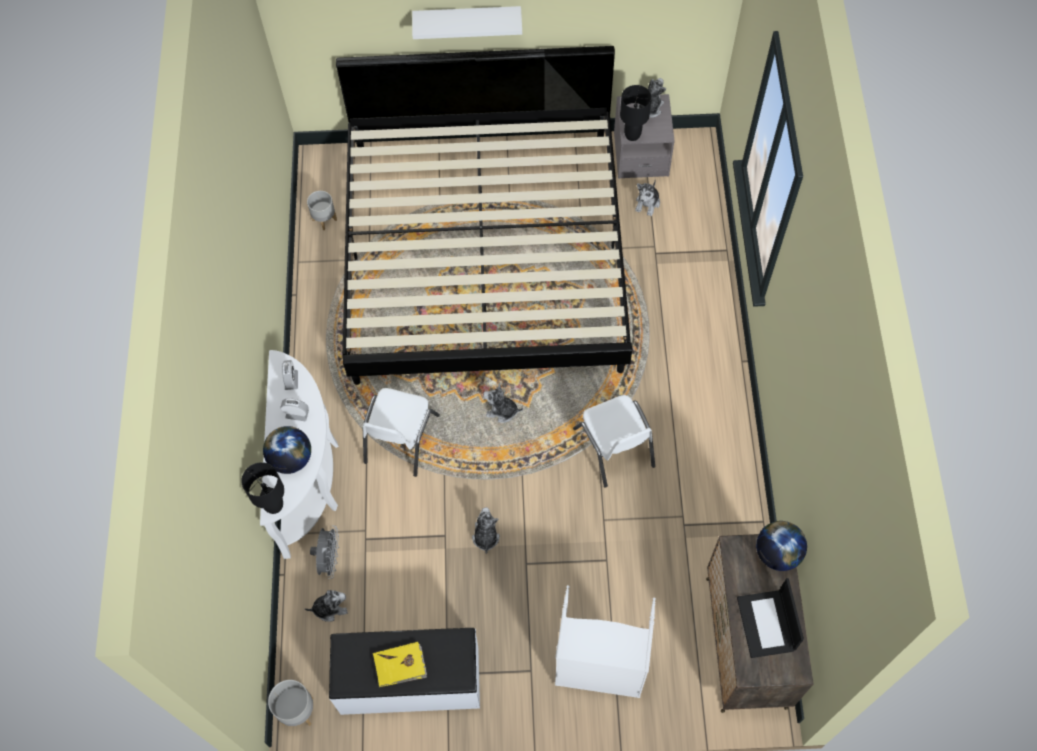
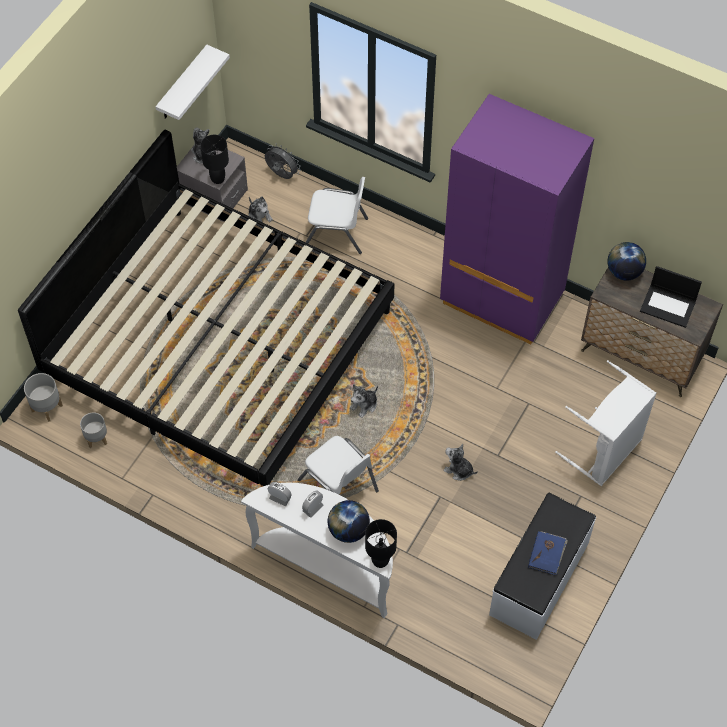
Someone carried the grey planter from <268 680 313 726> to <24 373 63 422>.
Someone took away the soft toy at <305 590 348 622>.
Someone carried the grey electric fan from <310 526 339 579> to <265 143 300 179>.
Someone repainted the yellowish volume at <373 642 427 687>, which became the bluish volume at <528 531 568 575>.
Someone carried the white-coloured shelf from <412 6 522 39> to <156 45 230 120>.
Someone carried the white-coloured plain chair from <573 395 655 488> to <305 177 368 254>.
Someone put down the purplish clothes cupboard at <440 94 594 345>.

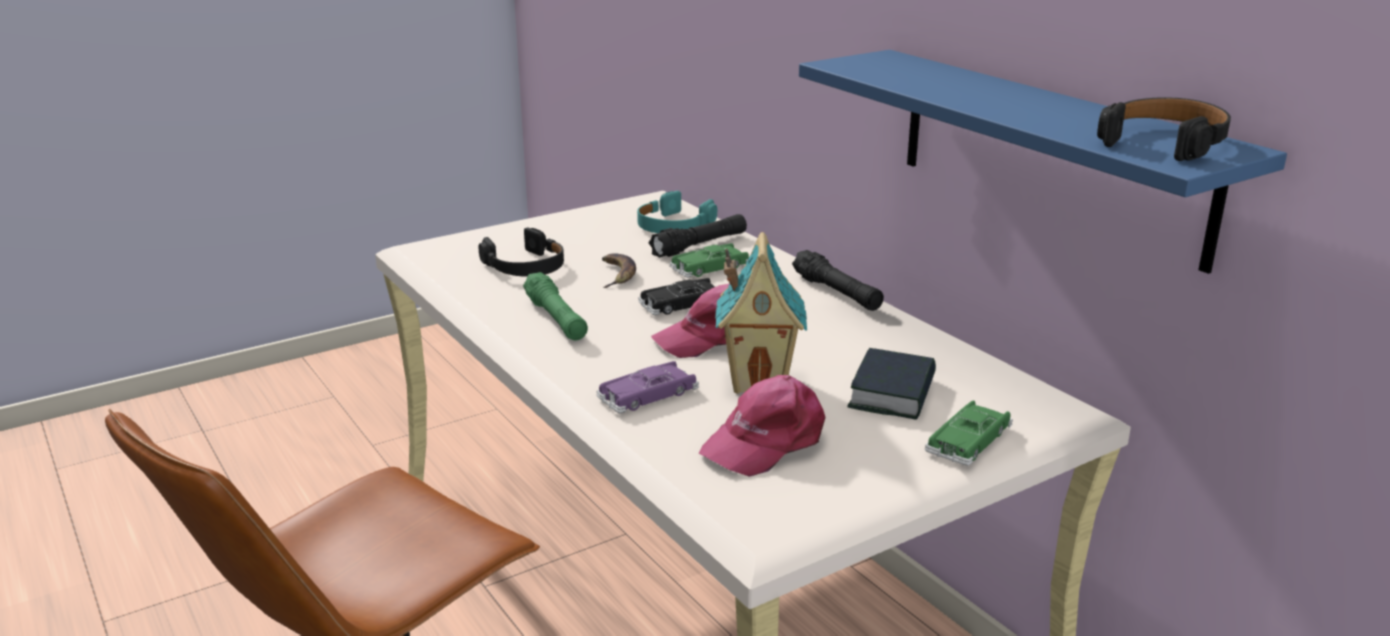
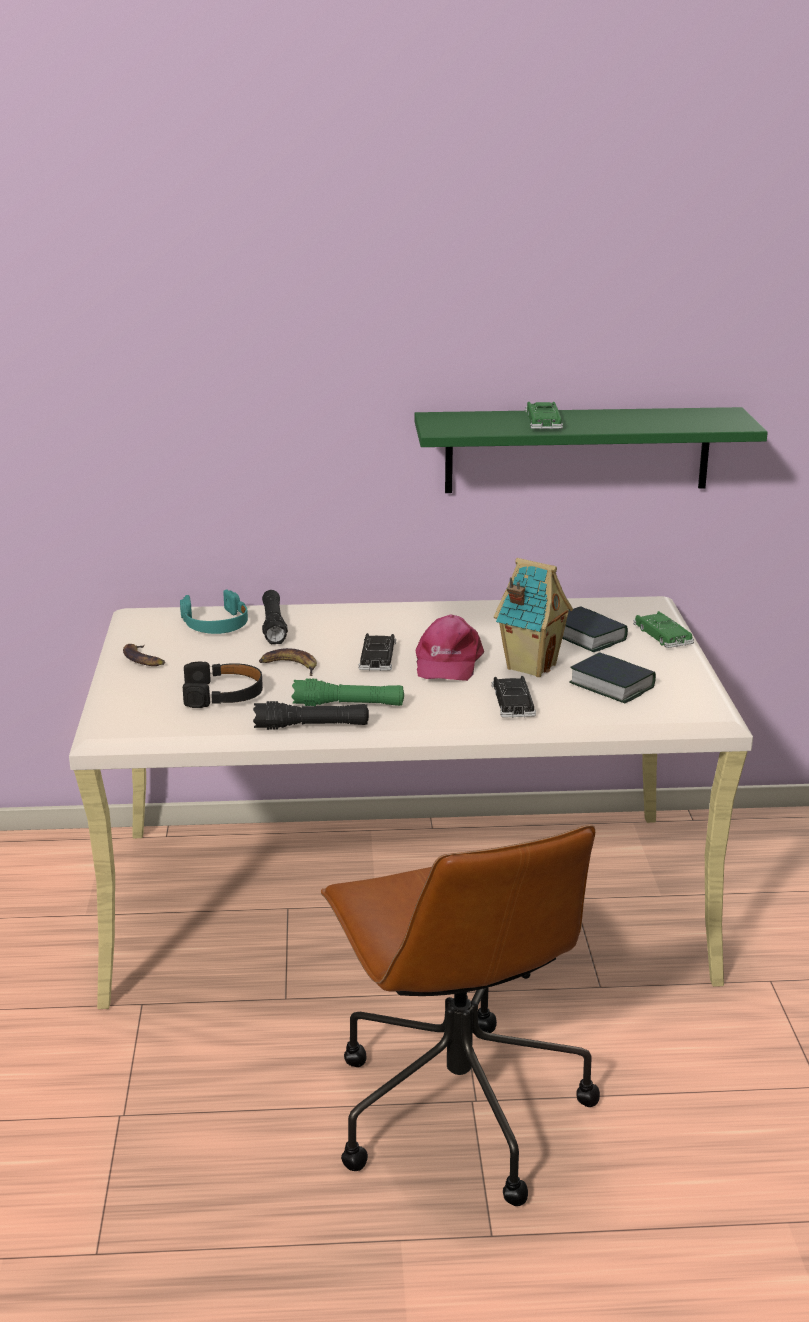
Someone repainted the purplish toy car at <596 361 699 413>, which became the black-coloured toy car at <492 676 536 718>.
Someone carried the greenish toy car from <669 243 749 278> to <525 402 563 429>.
Someone swapped the pink baseball cap at <699 375 826 477> for the volume at <569 652 656 703>.
Someone carried the black-coloured torch from <792 250 884 311> to <253 701 369 730>.
Someone repainted the bluish shelf at <799 50 1287 274>, which became the greenish shelf at <414 407 768 493>.
Someone took away the black-coloured pair of headphones at <1097 97 1231 161>.
Someone put down the banana fruit at <123 644 165 666>.

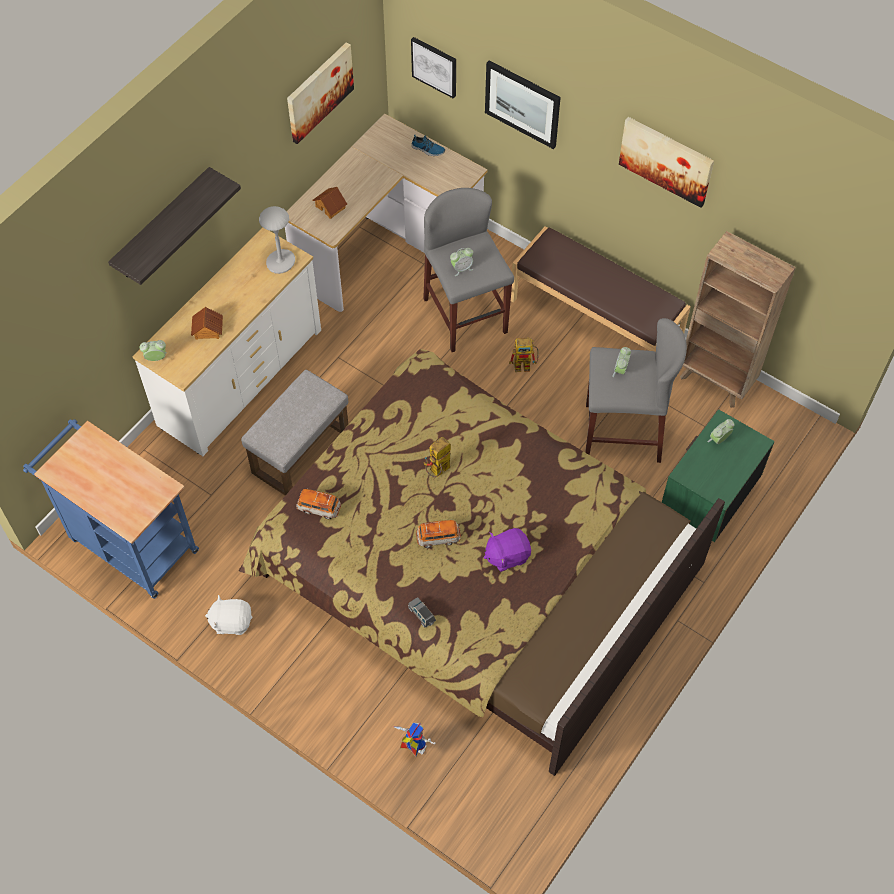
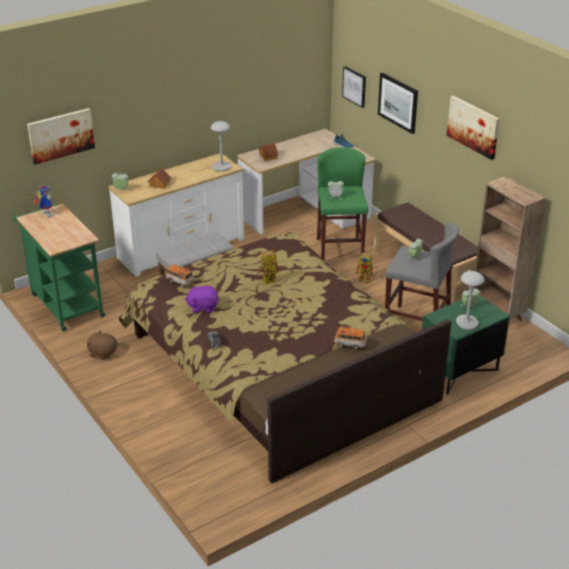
Someone repainted the bluish trolley at <23 419 199 599>, which became the greenish trolley at <13 204 106 332>.
Someone took away the shelf at <108 167 241 285>.
Someone repainted the white-coloured soft toy at <205 595 252 635>, which became the brown-coloured soft toy at <87 331 118 360>.
Someone carried the picture from <287 42 354 144> to <27 108 95 165>.
Someone carried the model robot from <394 722 435 757> to <34 185 54 217>.
Someone carried the toy car from <416 520 461 548> to <334 326 367 350>.
Someone repainted the grey stool at <423 188 514 352>, which became the greenish stool at <317 147 368 260>.
Someone carried the purplish soft toy from <484 528 531 572> to <184 285 219 313>.
Someone put down the grey lamp for a table at <456 271 484 330>.

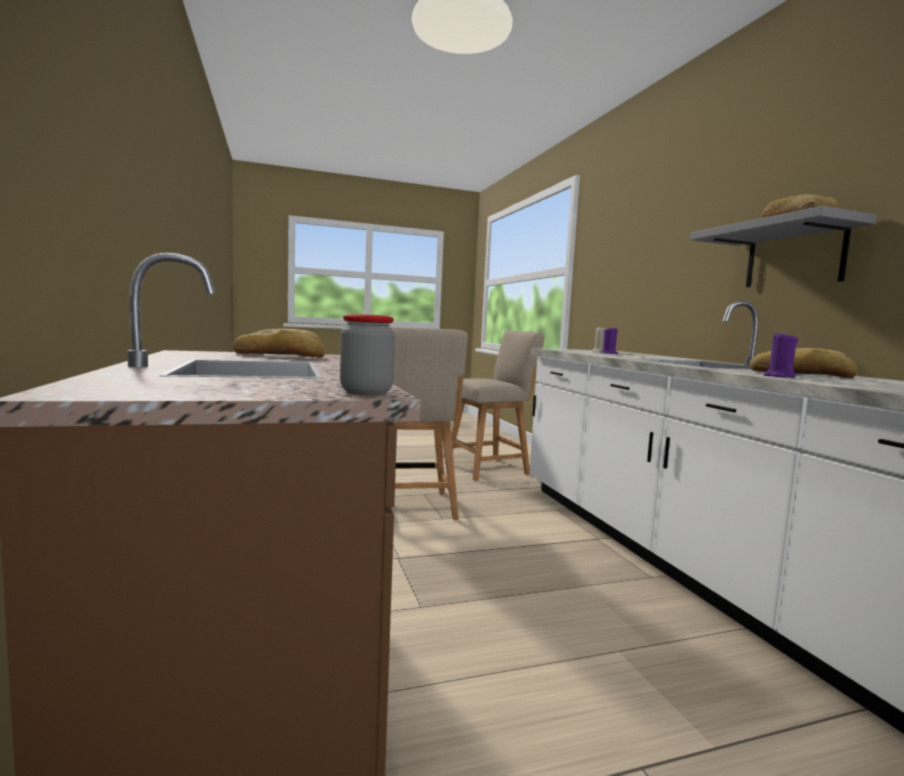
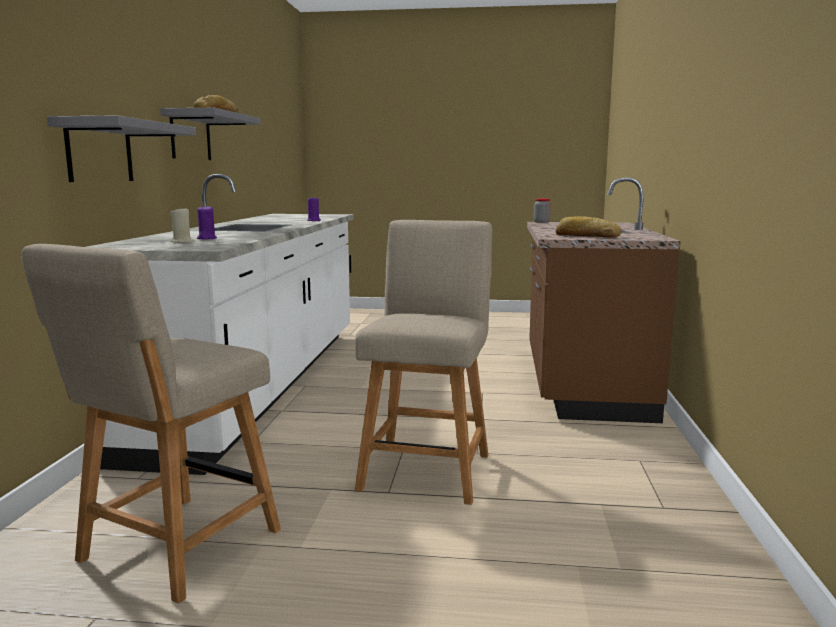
Someone rotated the beige plain chair at <445 331 545 481> by 60 degrees counterclockwise.
Someone took away the bread at <749 348 857 378>.
Someone put up the grey shelf at <47 115 196 182>.

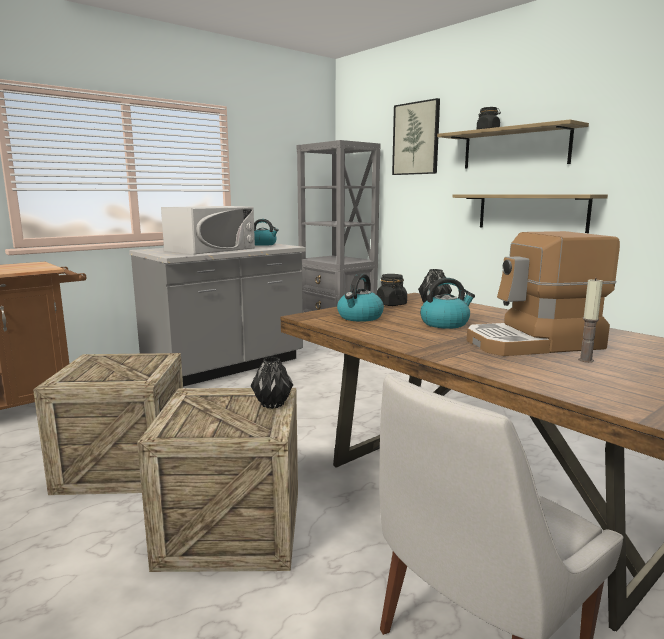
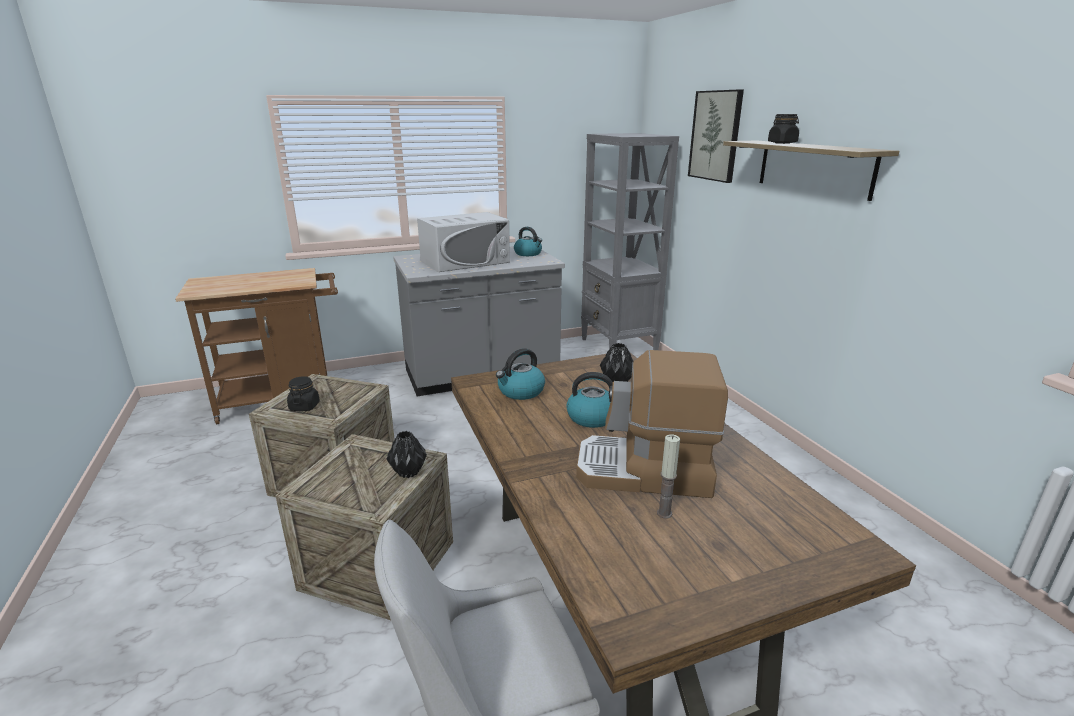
Someone carried the black-coloured preserve jar from <377 274 407 306> to <287 376 319 411>.
Someone took away the shelf at <452 194 608 233>.

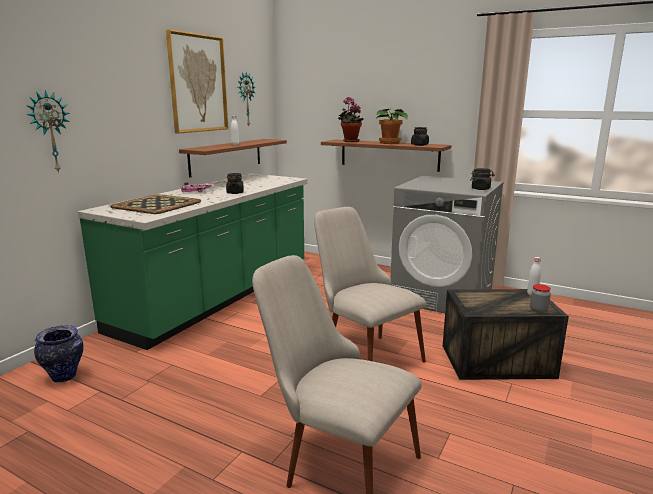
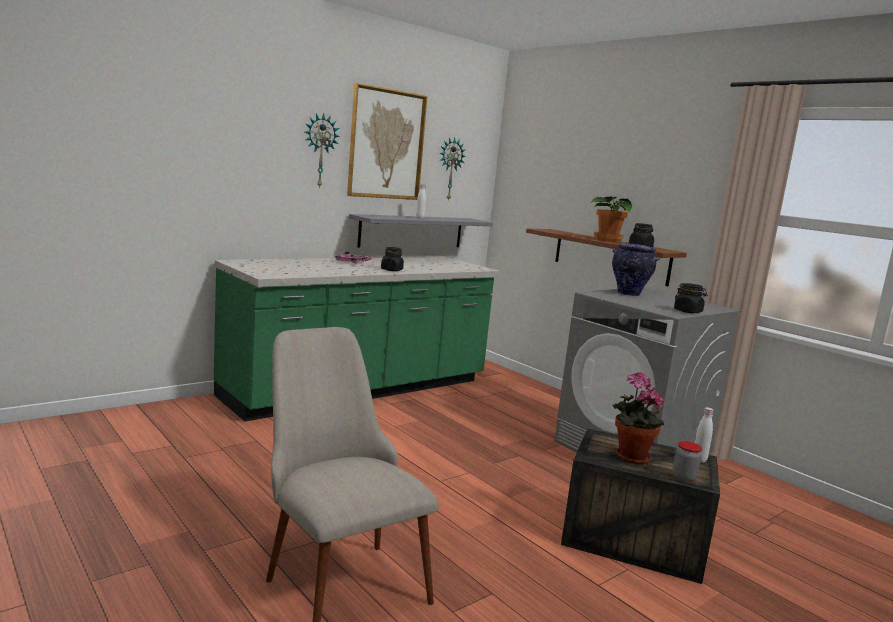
Someone carried the clock on the wall from <26 90 70 173> to <305 113 340 189>.
Someone carried the decorative vase from <34 325 84 383> to <612 243 660 296>.
Someone took away the carrying tray at <110 194 201 214>.
Someone repainted the brown-coloured shelf at <179 139 287 177>, which became the grey shelf at <349 214 493 247>.
Someone took away the beige plain chair at <314 207 426 362>.
Someone carried the plant in a pot from <338 97 364 142> to <613 372 664 465>.

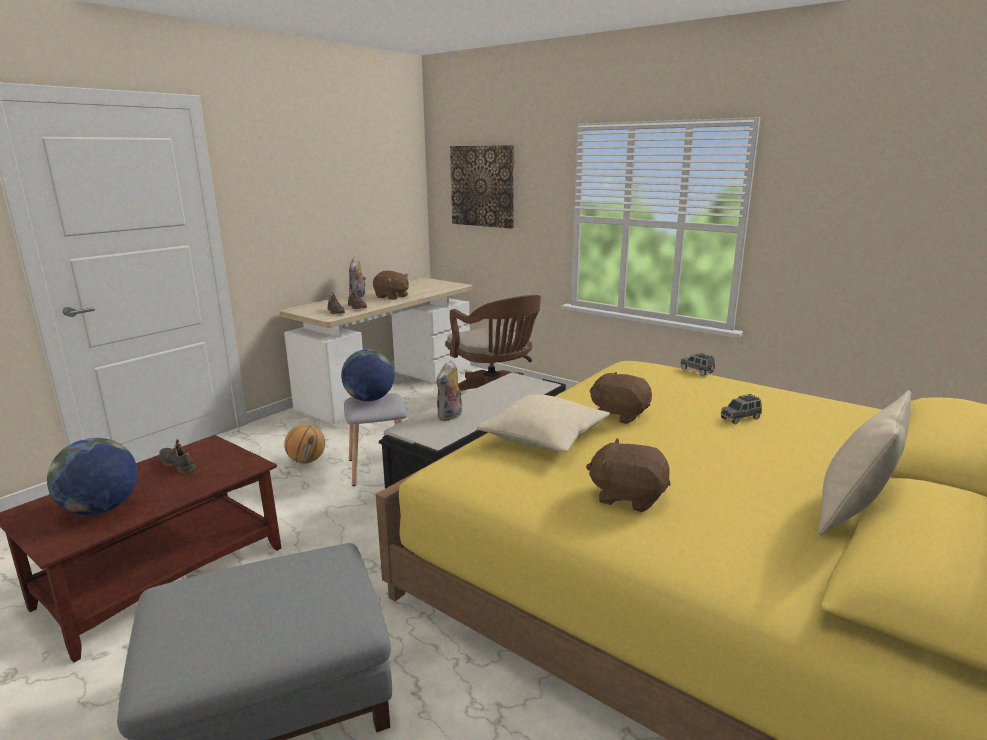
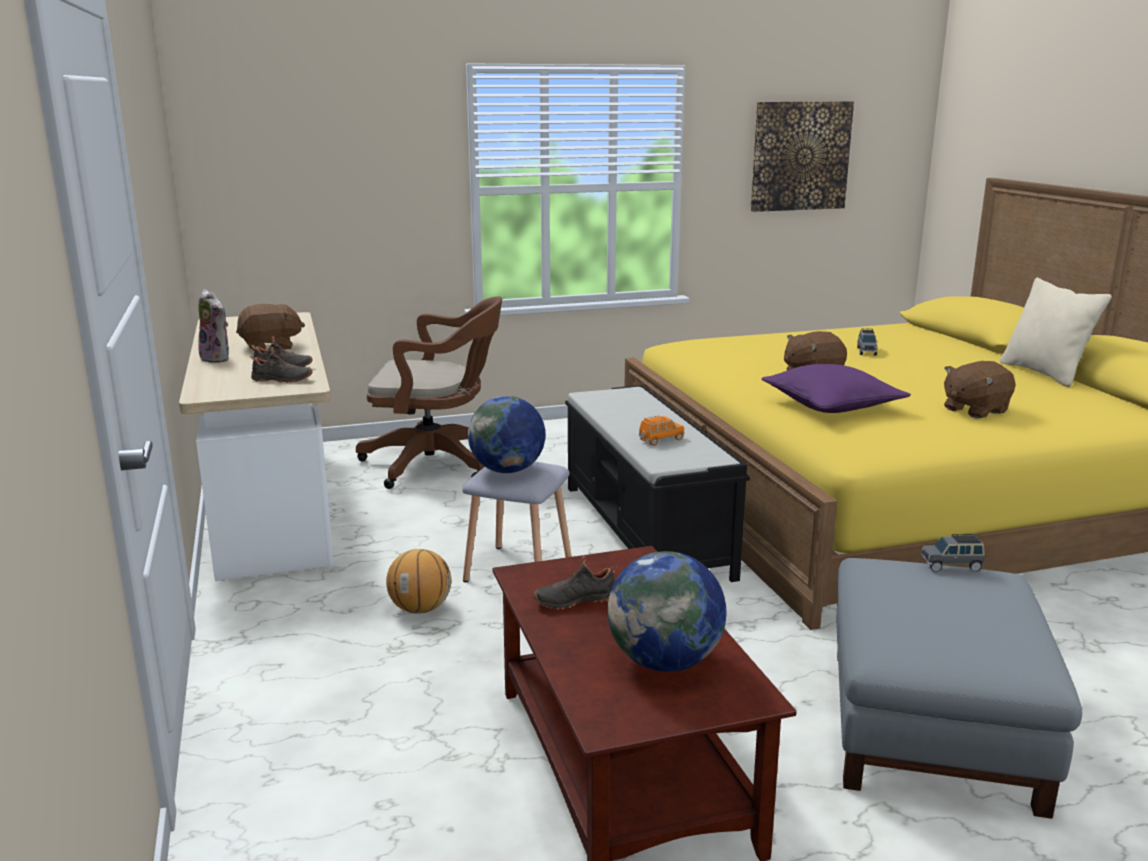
Someone swapped the soft toy at <436 360 462 421> for the orange toy car at <639 416 684 446>.
Someone carried the picture from <450 145 514 228> to <750 101 854 212>.
Someone repainted the beige throw pillow at <477 394 610 452>, which became the purplish throw pillow at <761 364 911 413>.
Someone carried the grey toy car from <680 353 715 376> to <921 534 986 572>.

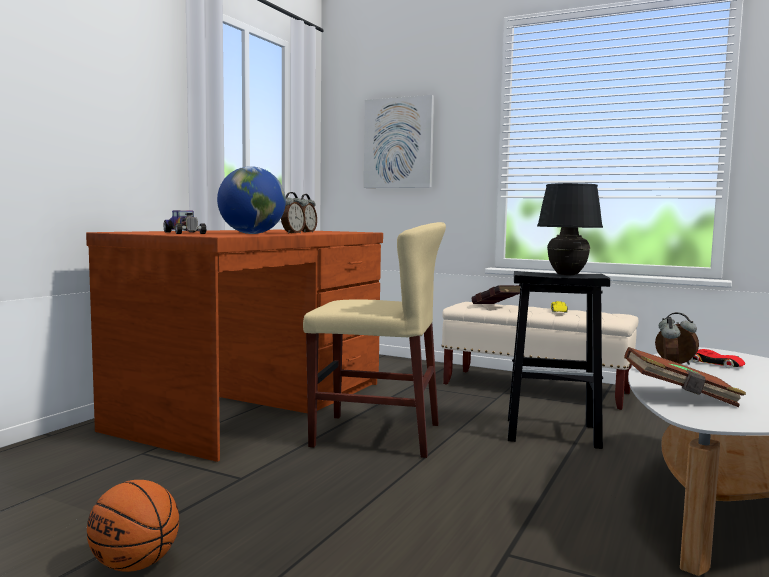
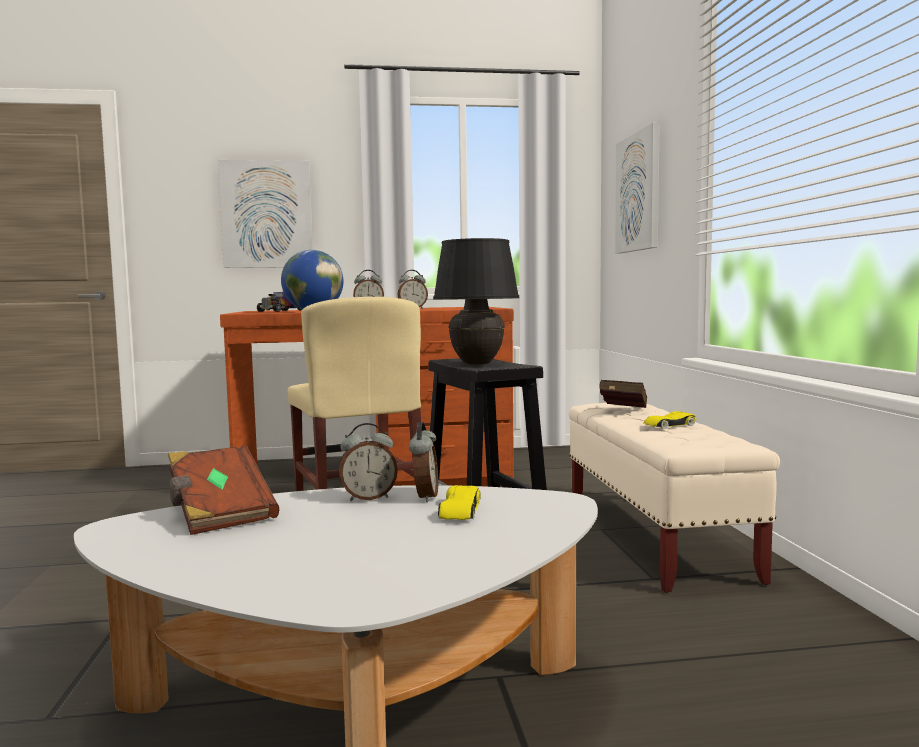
Someone took away the basketball ball at <87 480 179 572>.
Someone repainted the red toy car at <690 349 745 368>, which became the yellowish toy car at <438 485 481 520>.
Someone put up the picture at <218 160 313 268>.

